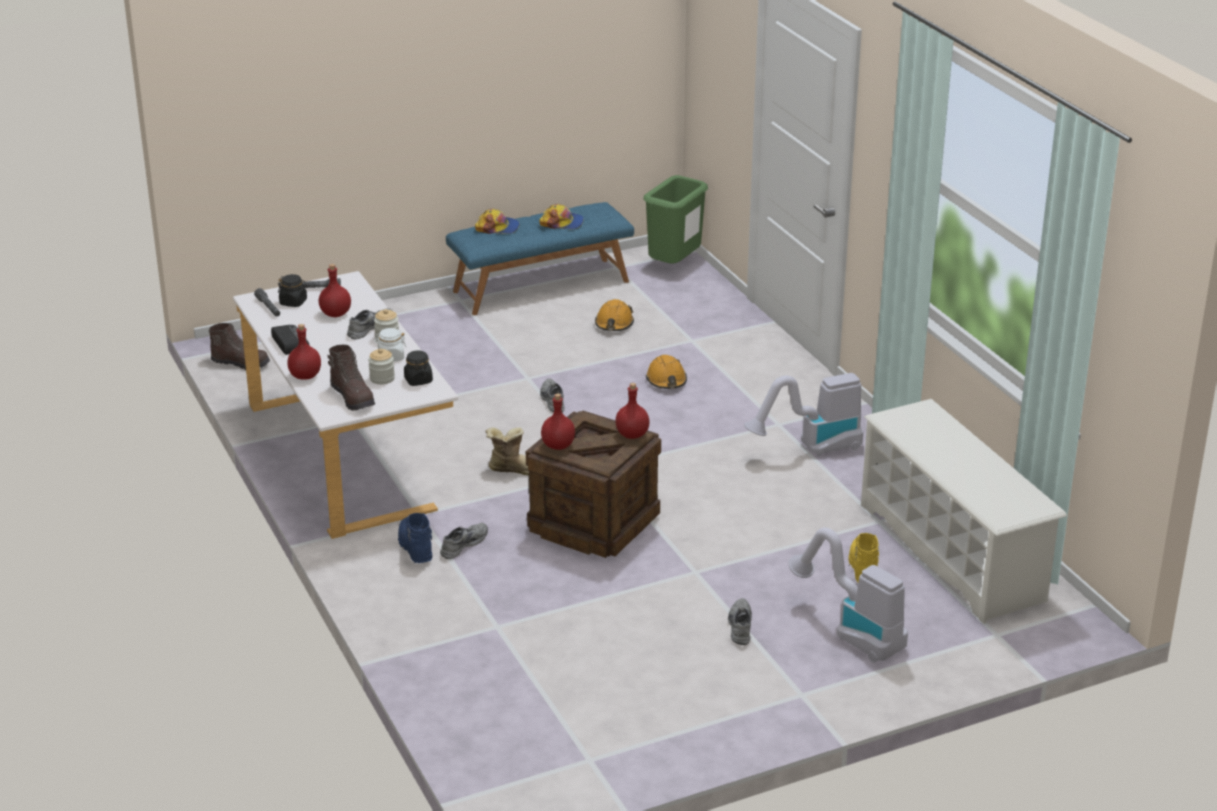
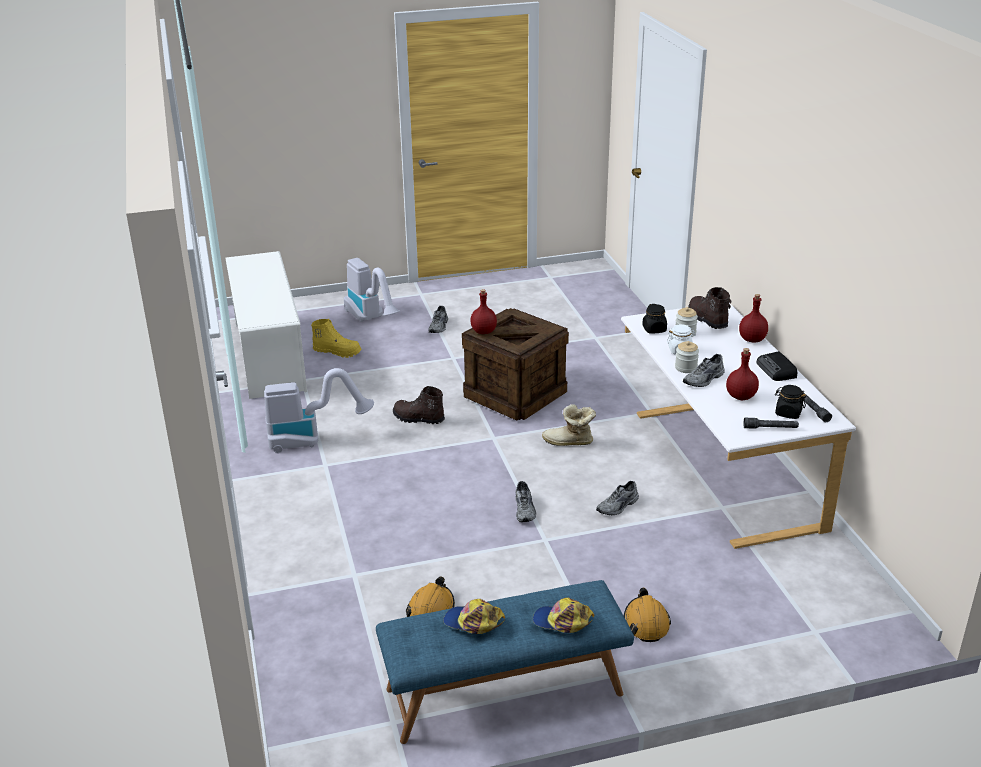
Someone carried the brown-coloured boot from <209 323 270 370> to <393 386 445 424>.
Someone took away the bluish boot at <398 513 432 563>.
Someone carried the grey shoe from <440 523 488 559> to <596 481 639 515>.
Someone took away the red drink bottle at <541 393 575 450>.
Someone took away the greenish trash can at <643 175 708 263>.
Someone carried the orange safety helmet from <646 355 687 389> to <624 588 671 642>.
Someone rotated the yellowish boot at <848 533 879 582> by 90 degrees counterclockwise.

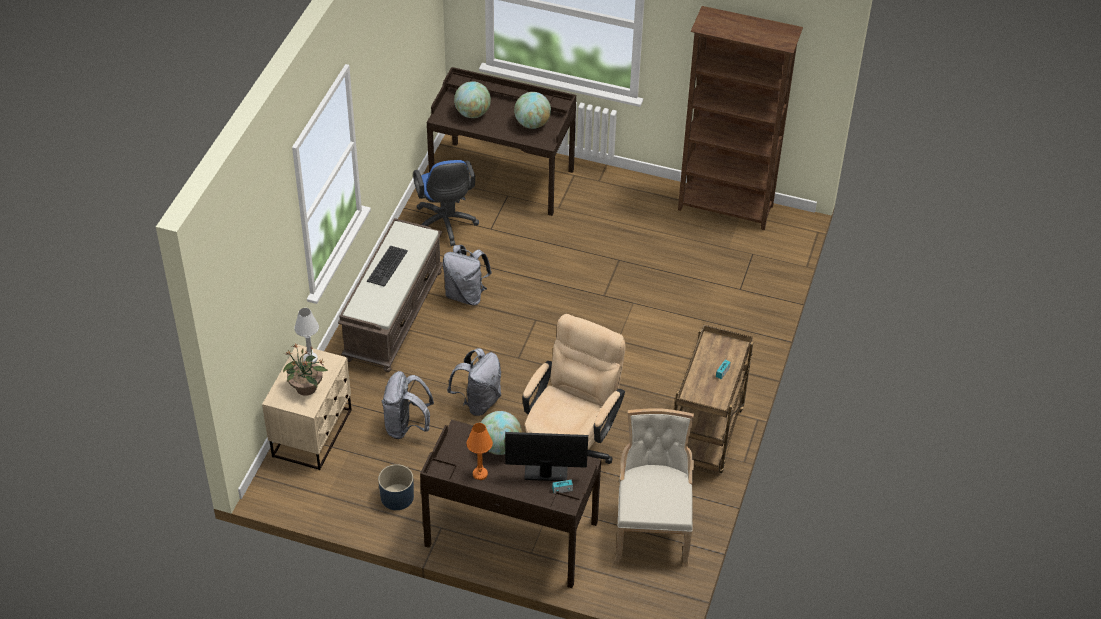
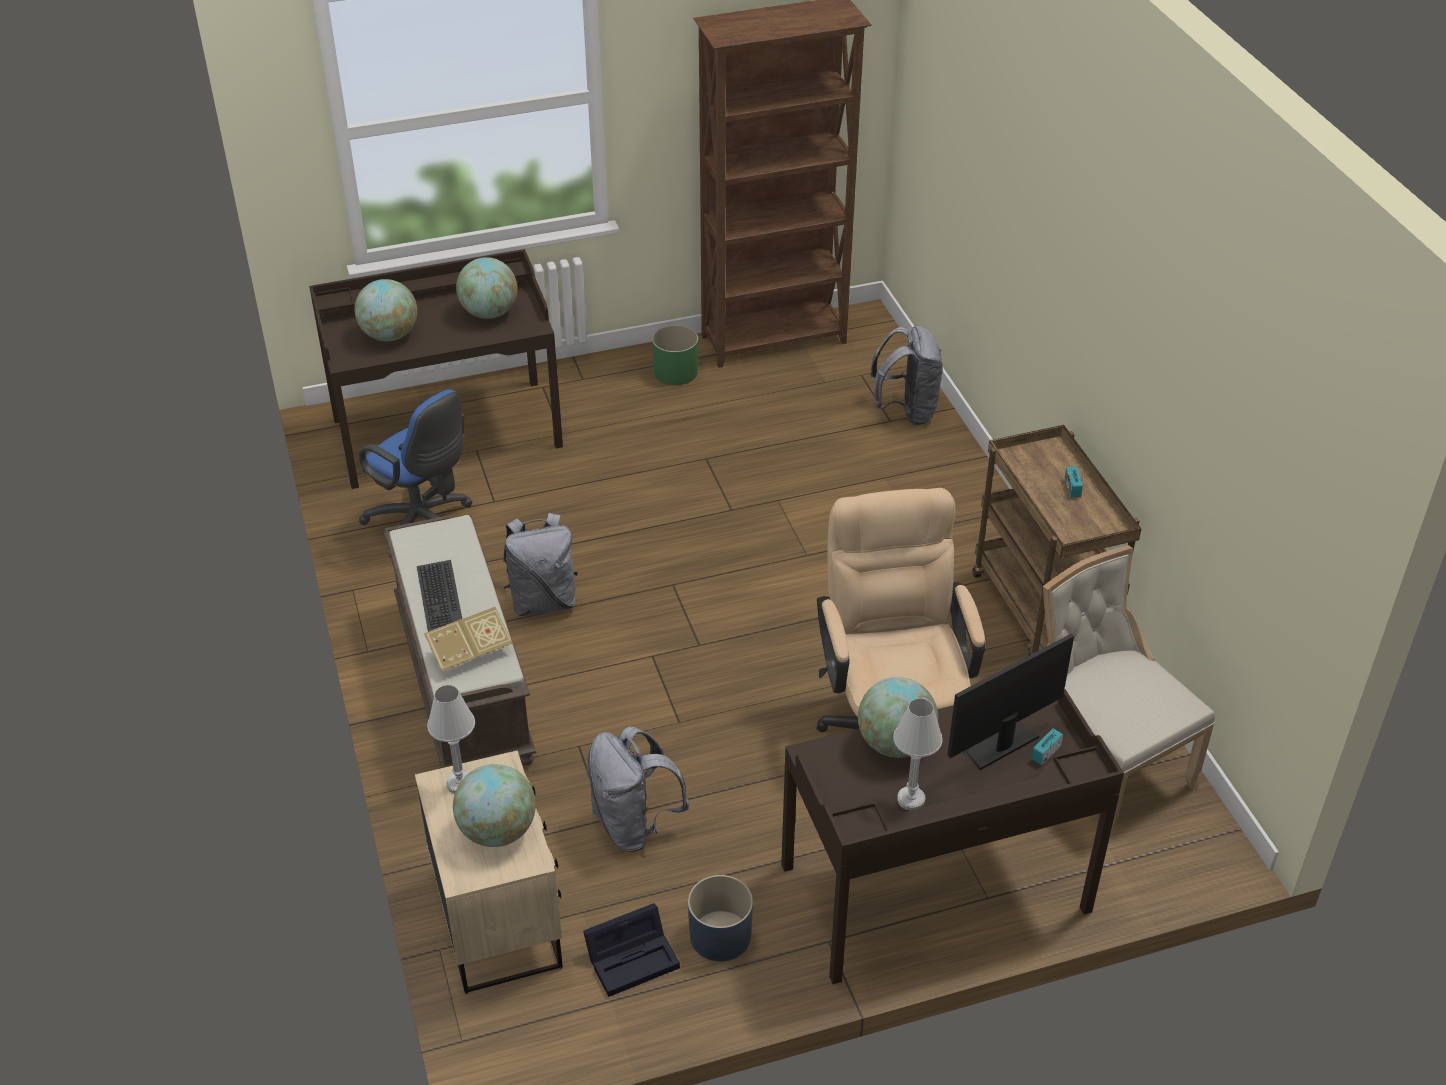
Someone swapped the plant in a pot at <283 343 328 396> for the world globe at <453 764 536 847>.
Someone carried the grey backpack from <447 348 501 416> to <870 325 943 425>.
Someone repainted the orange lamp for a table at <466 423 493 480>, which became the white-coloured lamp for a table at <893 698 942 810>.
Someone put down the volume at <424 607 513 673>.
Someone put down the black-coloured storage container at <583 903 680 997>.
Someone put down the greenish planter at <652 325 698 385>.

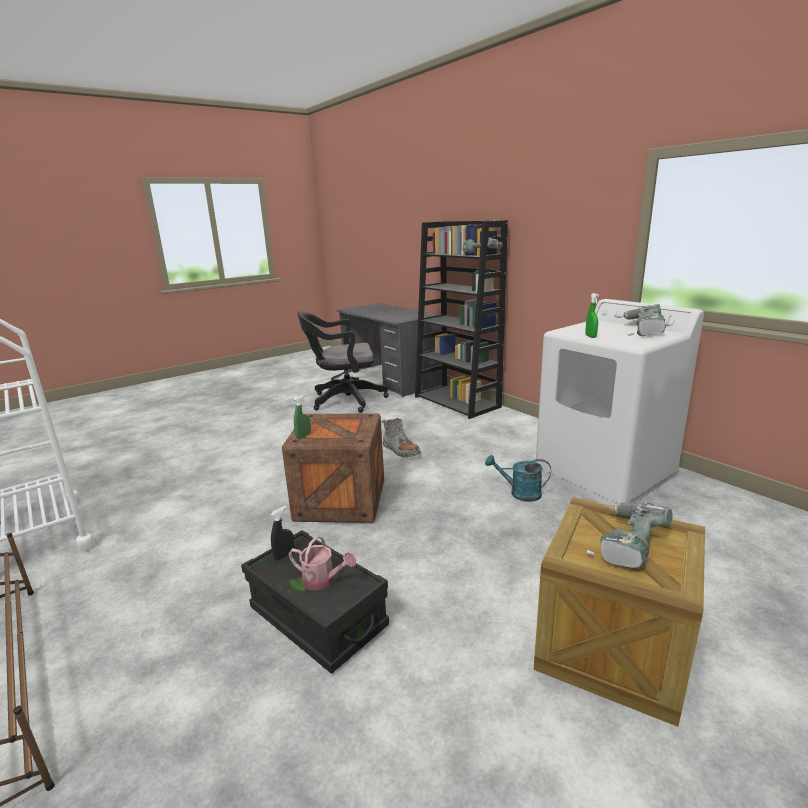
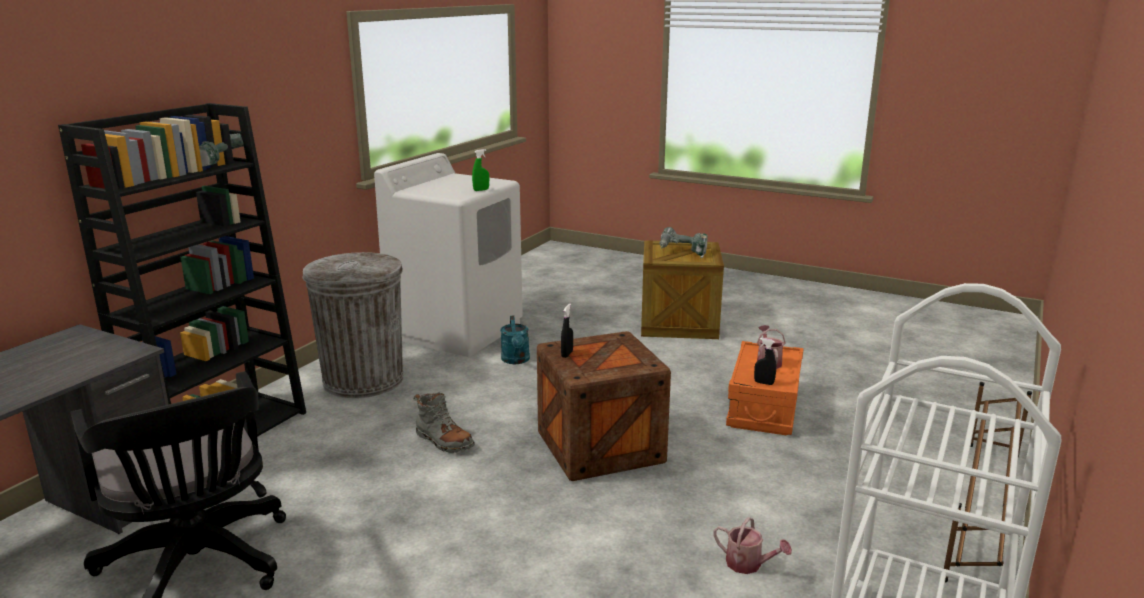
Someone repainted the black-coloured storage container at <241 530 389 674>, which became the orange storage container at <726 341 804 435>.
Someone took away the greenish sprayer at <294 394 311 439>.
Someone rotated the grey boot at <382 418 421 458> by 105 degrees clockwise.
Someone took away the electric drill at <616 304 666 336>.
Someone put down the grey trash can at <302 252 404 398>.
Someone put down the black-coloured sprayer at <561 304 573 358>.
Someone put down the sprinkling can at <713 517 792 574>.

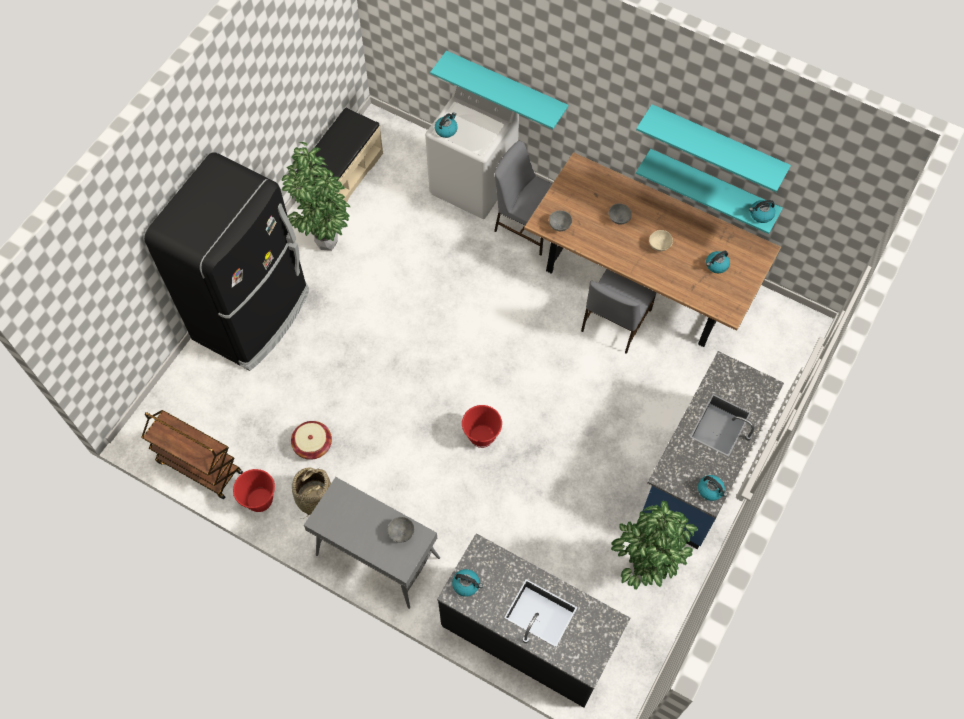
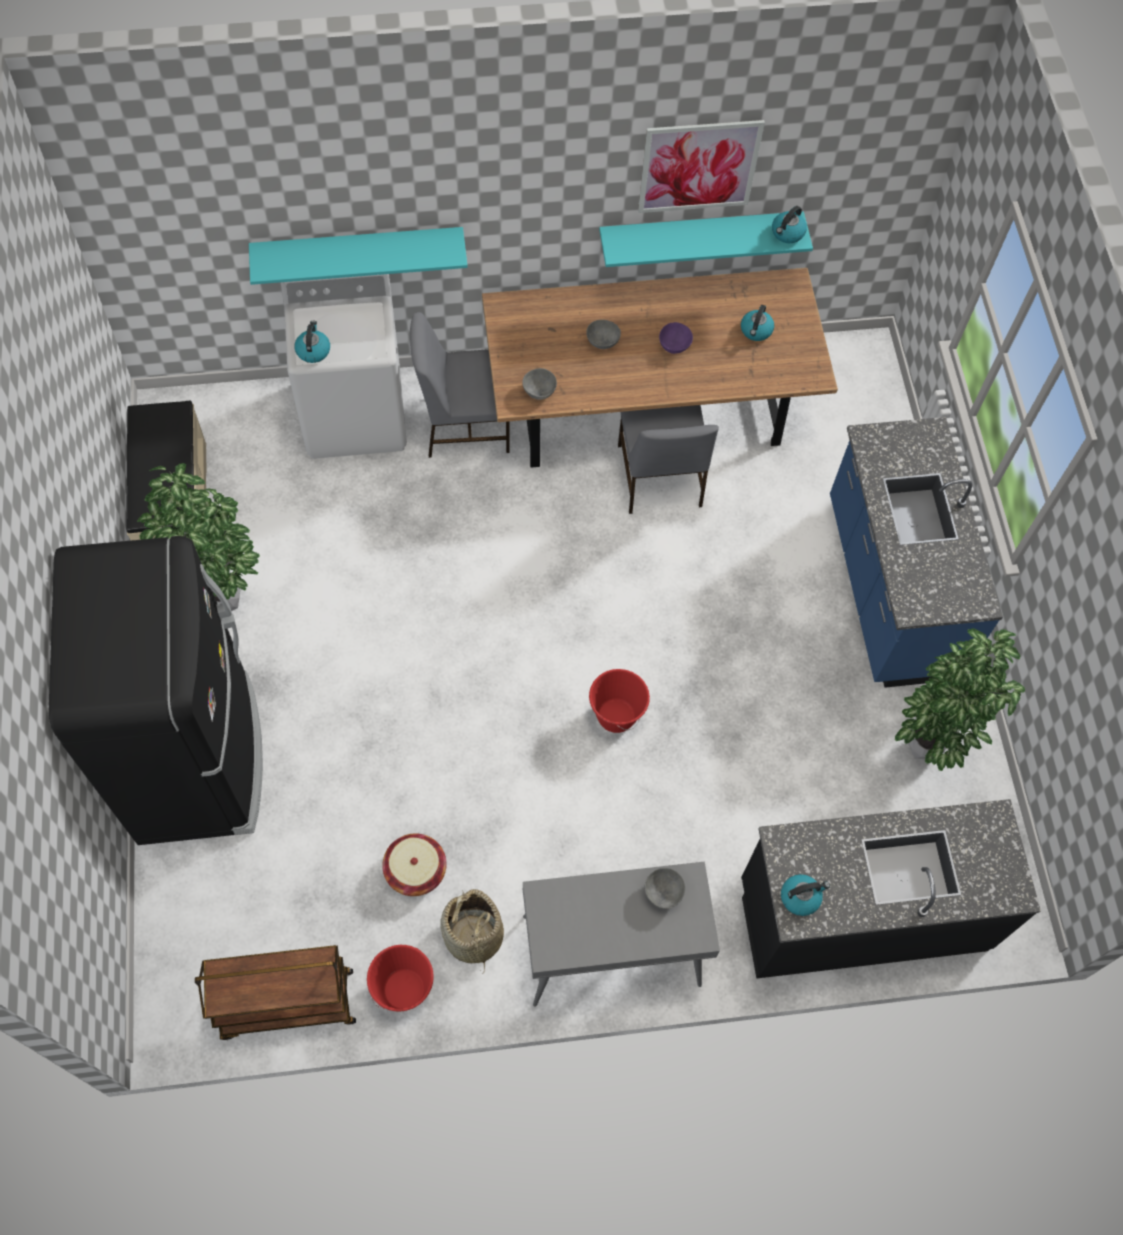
Someone swapped the blue-green shelf at <636 104 791 192> for the picture at <638 120 765 213>.
Someone repainted the beige bowl at <649 230 673 251>, which became the purplish bowl at <659 322 693 354>.
Someone took away the tea kettle at <698 475 727 501>.

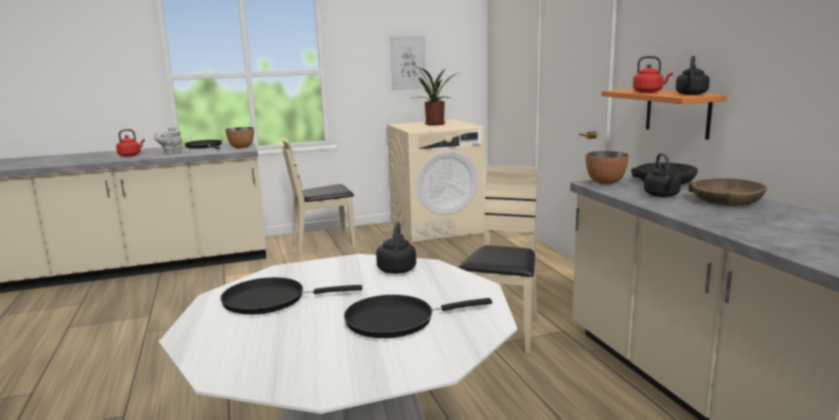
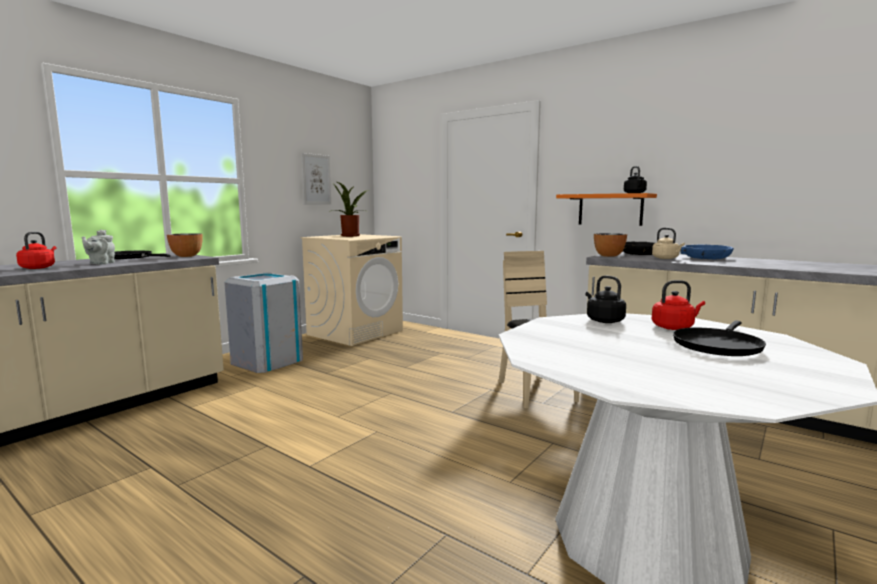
Someone took away the black-coloured pan at <220 277 362 315>.
Someone swapped the beige plain chair at <281 138 356 255> for the grey trash can at <224 273 303 373>.
Someone carried the red tea kettle from <633 56 673 93> to <652 280 705 330>.
Someone repainted the black-coloured tea kettle at <644 153 681 197>, which became the beige tea kettle at <652 228 685 259>.
Someone repainted the brown-coloured bowl at <688 178 767 206>, which became the bluish bowl at <680 245 734 259>.

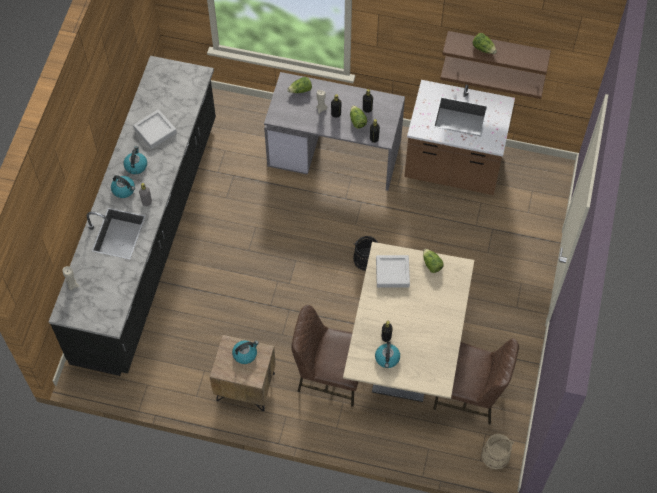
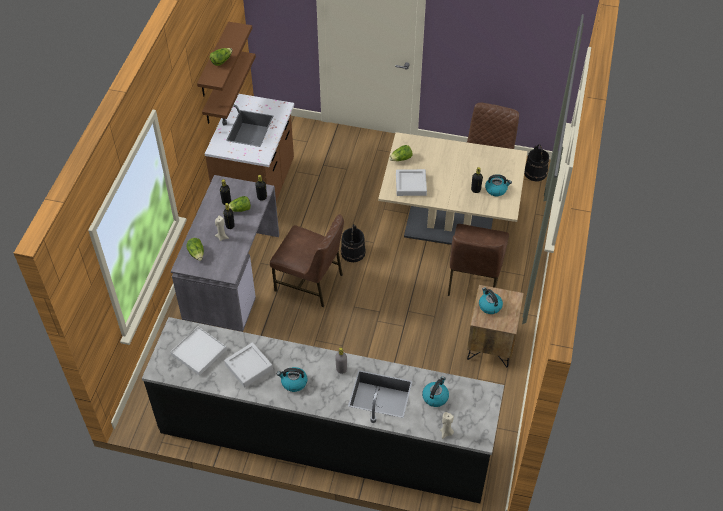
Someone carried the tea kettle from <111 175 135 198> to <422 376 449 407>.
Someone repainted the beige pail at <482 434 514 470>, which became the black-coloured pail at <524 144 549 181>.
Someone put down the white-coloured carrying tray at <170 327 227 376>.
Someone put down the brown-coloured plain chair at <270 214 344 307>.

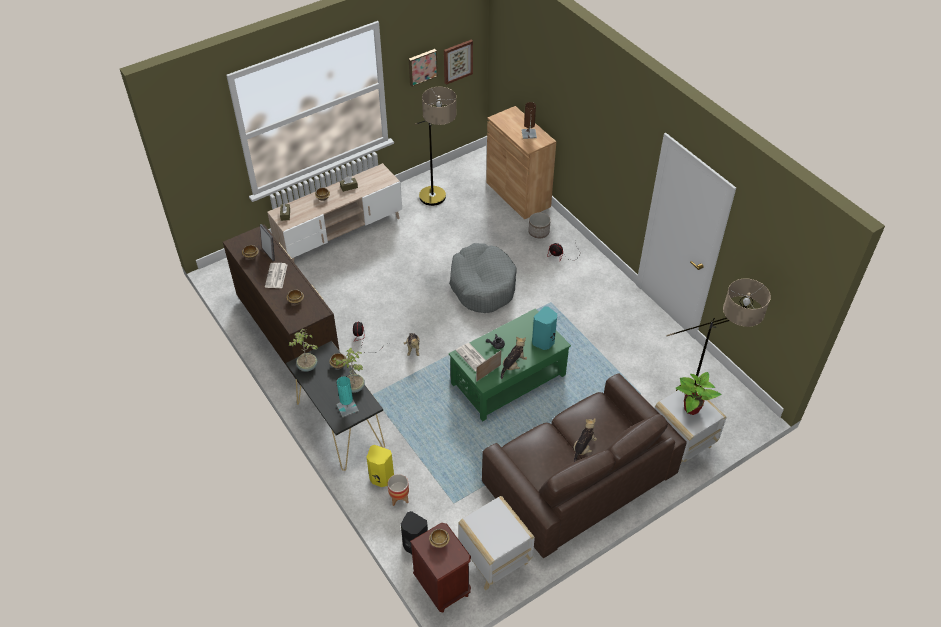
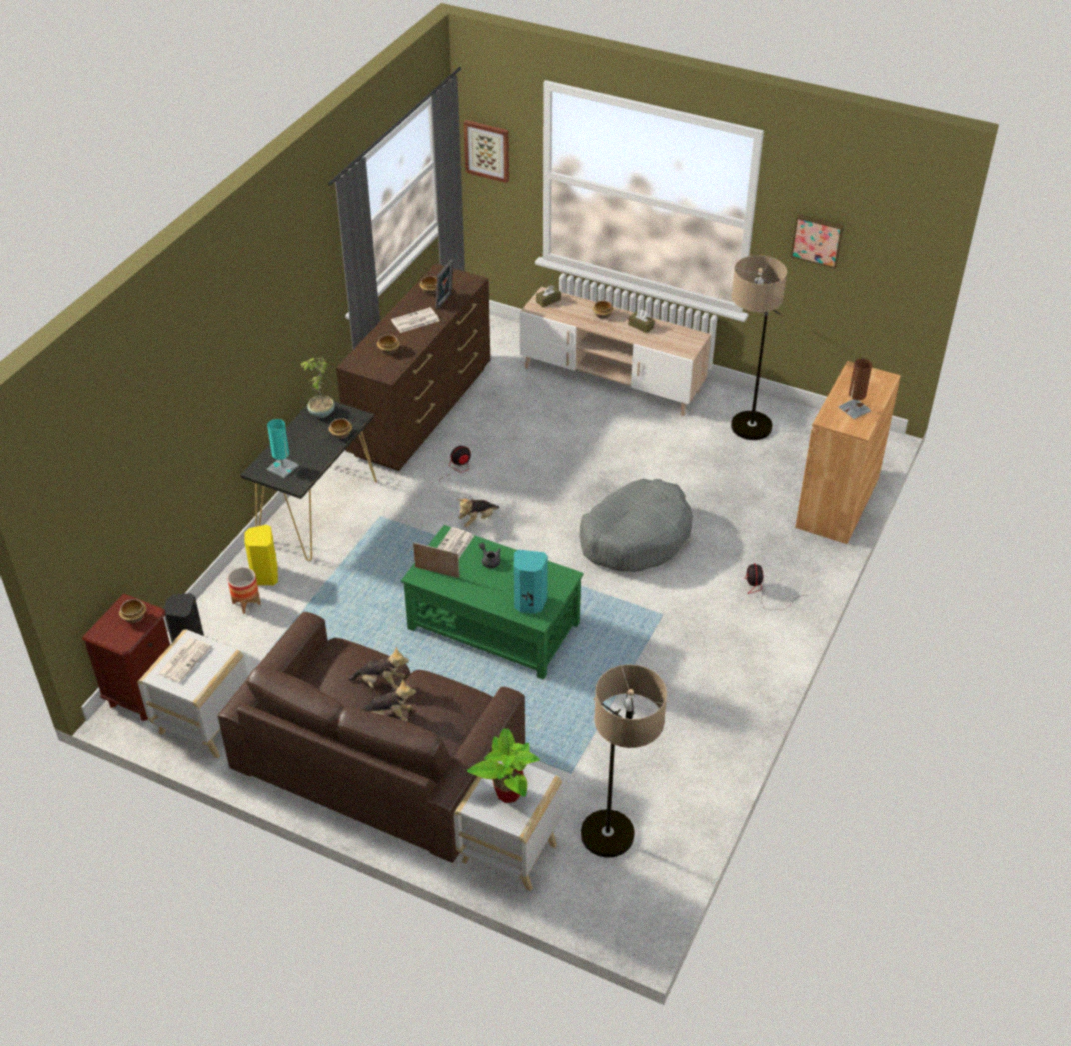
Someone took away the plant in a pot at <333 348 365 393>.
Someone carried the picture from <444 40 473 85> to <464 120 509 183>.
Someone carried the soft toy from <501 336 527 379> to <348 647 409 689>.
Someone took away the planter at <528 212 551 238>.
Someone put down the printed paper at <158 638 211 683>.

